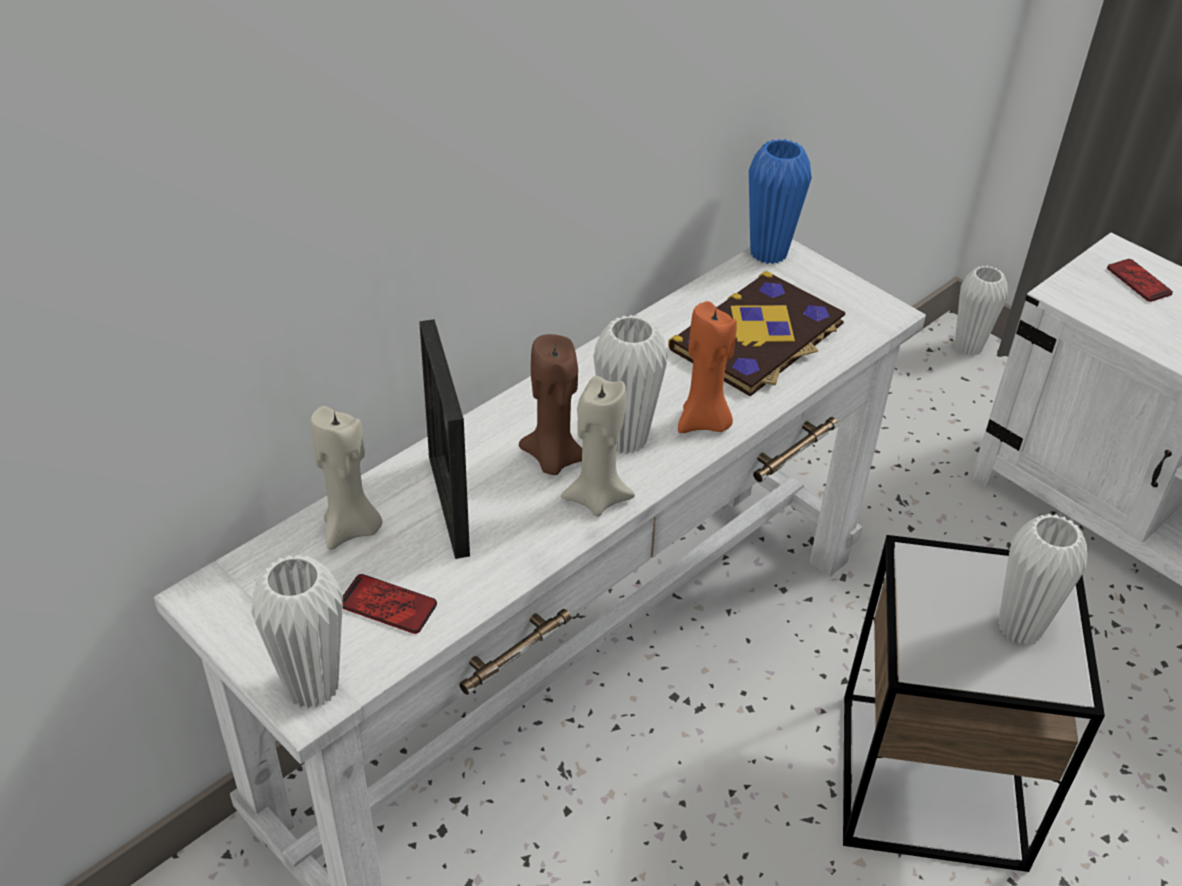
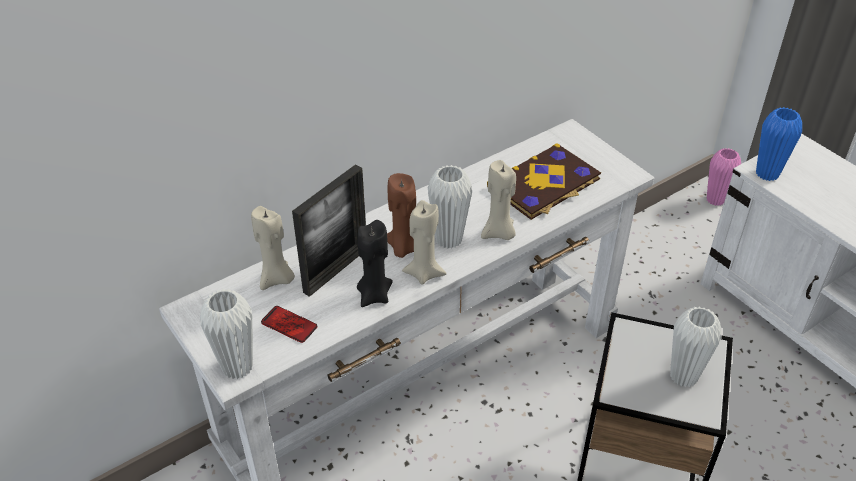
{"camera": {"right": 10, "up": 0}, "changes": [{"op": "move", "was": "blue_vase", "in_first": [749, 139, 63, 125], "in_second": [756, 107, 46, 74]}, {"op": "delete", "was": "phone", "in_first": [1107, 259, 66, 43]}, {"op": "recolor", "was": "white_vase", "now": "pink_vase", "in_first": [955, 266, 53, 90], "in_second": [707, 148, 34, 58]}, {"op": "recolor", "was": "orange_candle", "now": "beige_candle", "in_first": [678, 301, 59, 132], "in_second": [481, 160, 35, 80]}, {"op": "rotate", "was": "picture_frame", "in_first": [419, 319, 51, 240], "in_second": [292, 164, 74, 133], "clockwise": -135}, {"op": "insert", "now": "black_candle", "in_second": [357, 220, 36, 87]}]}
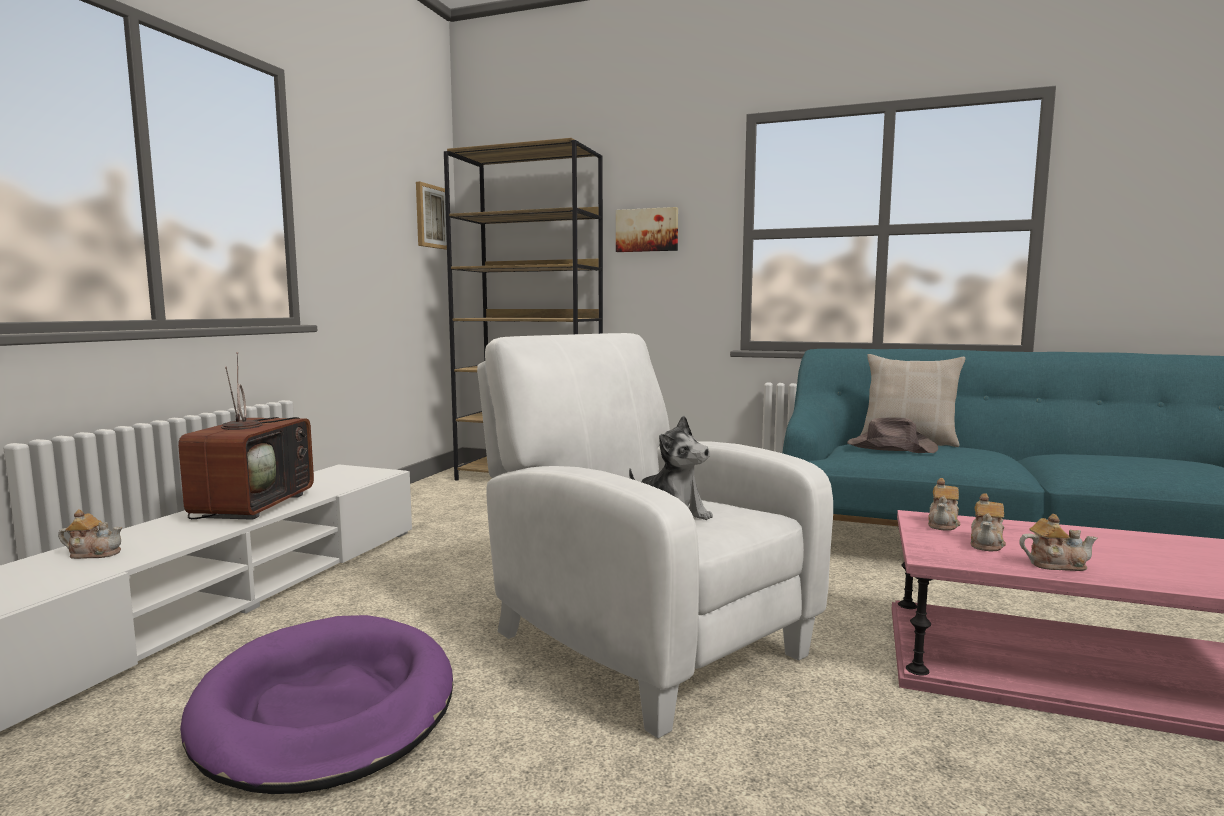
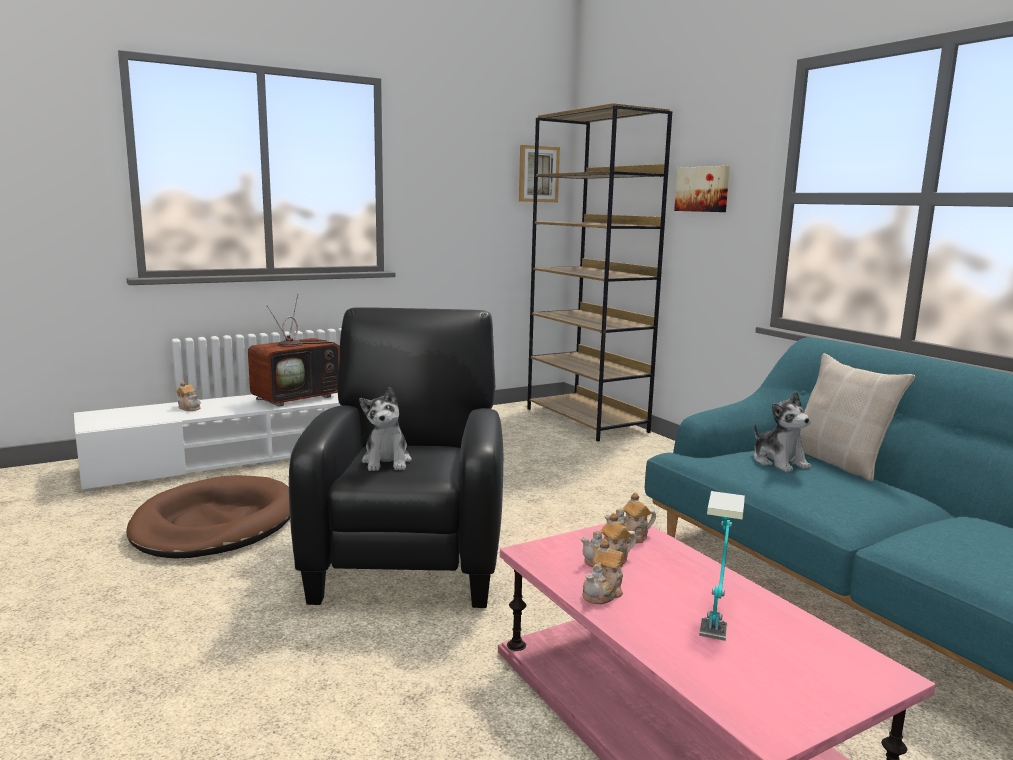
{"camera": {"right": 40, "up": 5}, "changes": [{"op": "recolor", "was": "white_armchair", "now": "black_armchair", "in_first": [477, 333, 356, 405], "in_second": [289, 307, 214, 301]}, {"op": "replace", "was": "brown_hat", "now": "plush_toy", "in_first": [847, 417, 91, 36], "in_second": [754, 391, 57, 81]}, {"op": "rotate", "was": "teapot", "in_first": [1019, 514, 78, 57], "in_second": [582, 540, 43, 64], "clockwise": 75}, {"op": "recolor", "was": "purple_dog_bed", "now": "brown_dog_bed", "in_first": [180, 615, 273, 179], "in_second": [126, 475, 164, 83]}, {"op": "insert", "now": "table_lamp", "in_second": [699, 491, 46, 150]}]}
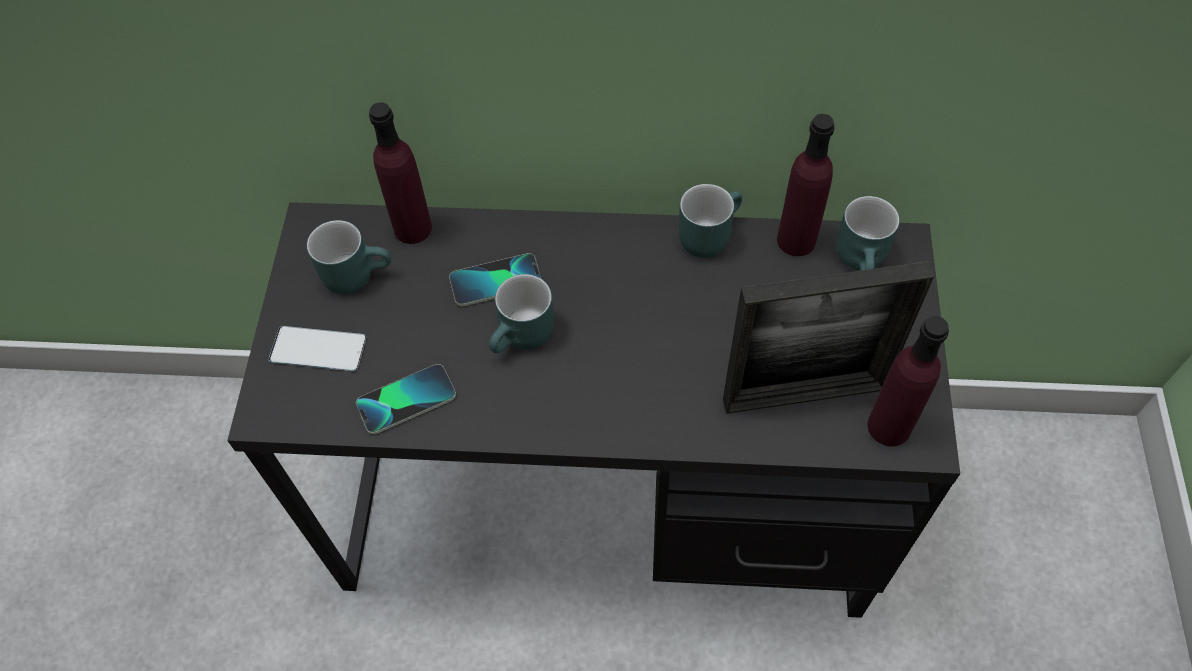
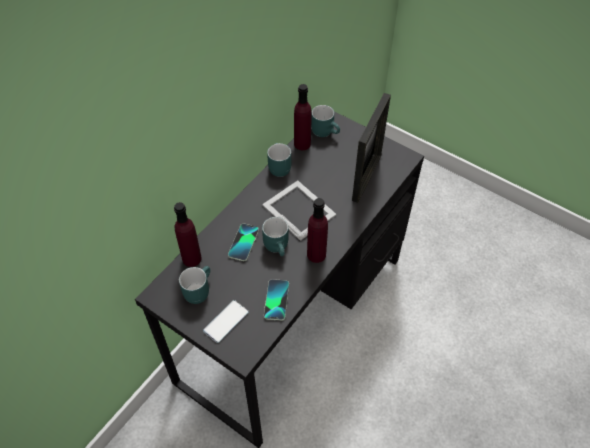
{"camera": {"right": -60, "up": -5}, "changes": [{"op": "move", "was": "purple_bottle", "in_first": [867, 316, 82, 130], "in_second": [307, 198, 21, 65]}, {"op": "insert", "now": "picture_frame", "in_second": [262, 181, 74, 60]}]}
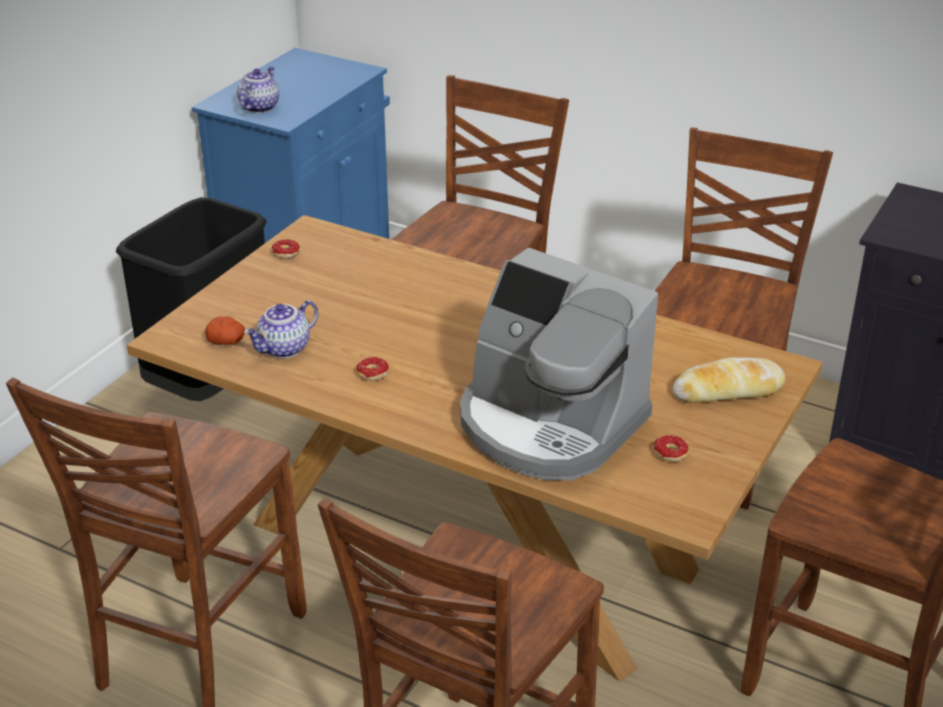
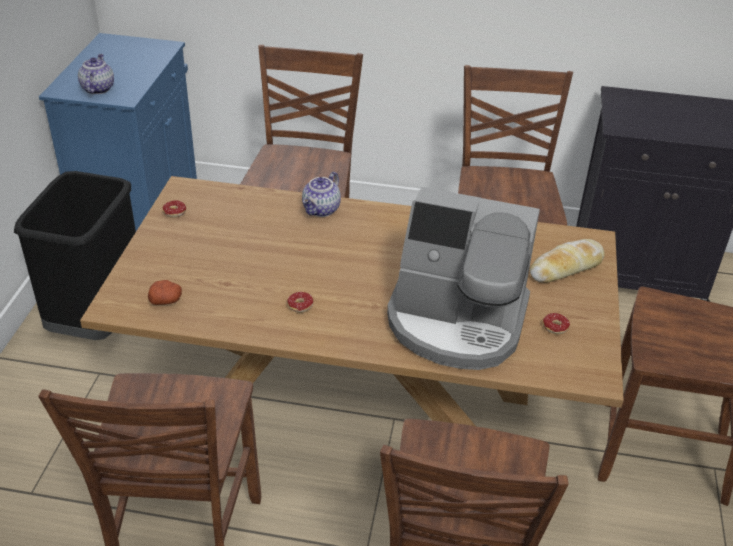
{"camera": {"right": -20, "up": 5}, "changes": [{"op": "move", "was": "teapot", "in_first": [244, 300, 75, 58], "in_second": [302, 172, 39, 45]}]}
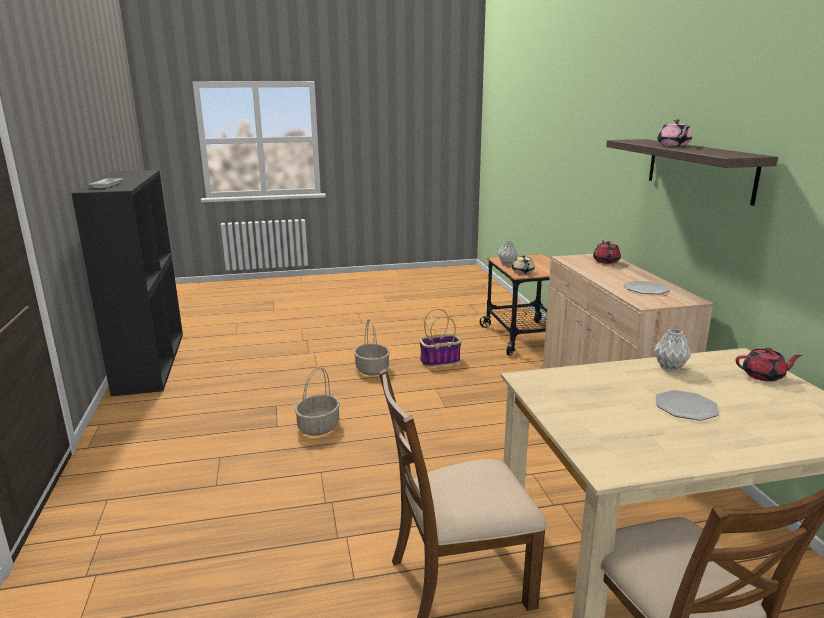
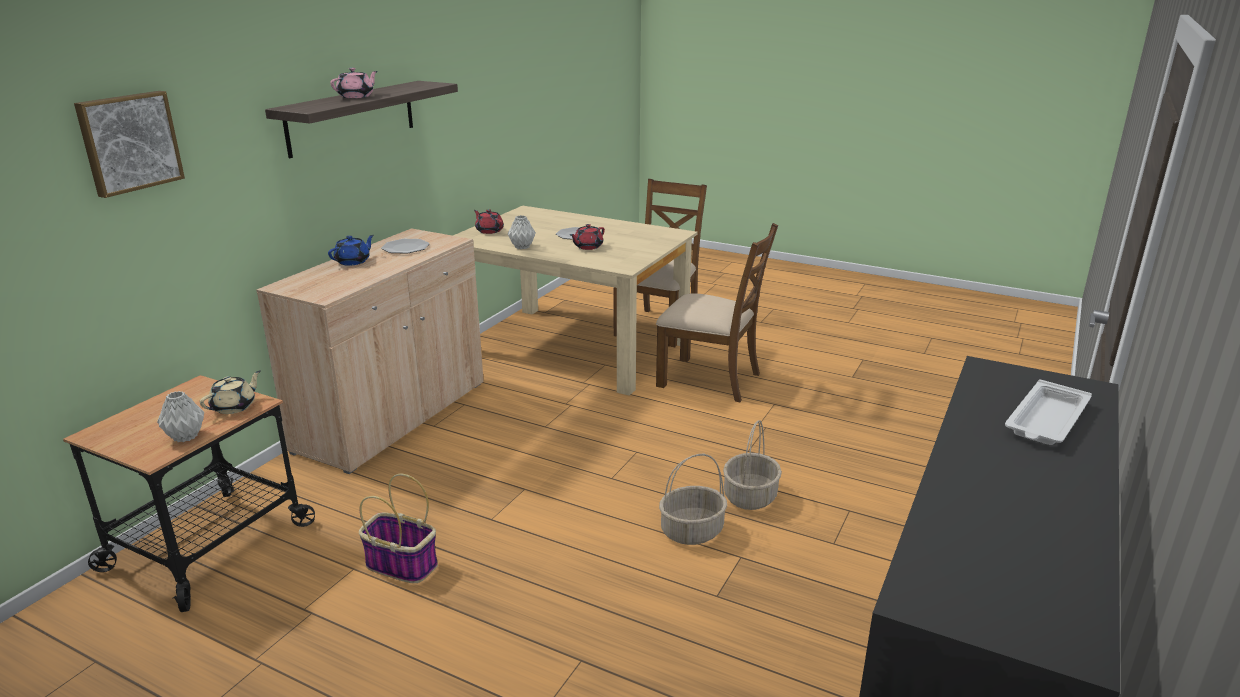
{"camera": {"right": -140, "up": 5}, "changes": [{"op": "move", "was": "red_teapot", "in_first": [593, 240, 28, 24], "in_second": [570, 224, 35, 26]}, {"op": "move", "was": "basket", "in_first": [354, 319, 36, 57], "in_second": [723, 420, 59, 90]}, {"op": "insert", "now": "picture", "in_second": [74, 91, 111, 107]}, {"op": "insert", "now": "blue_teapot", "in_second": [328, 235, 46, 31]}]}
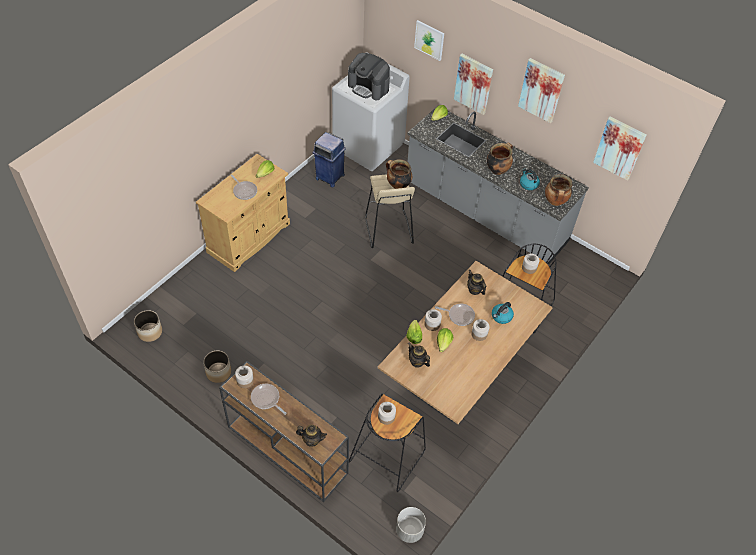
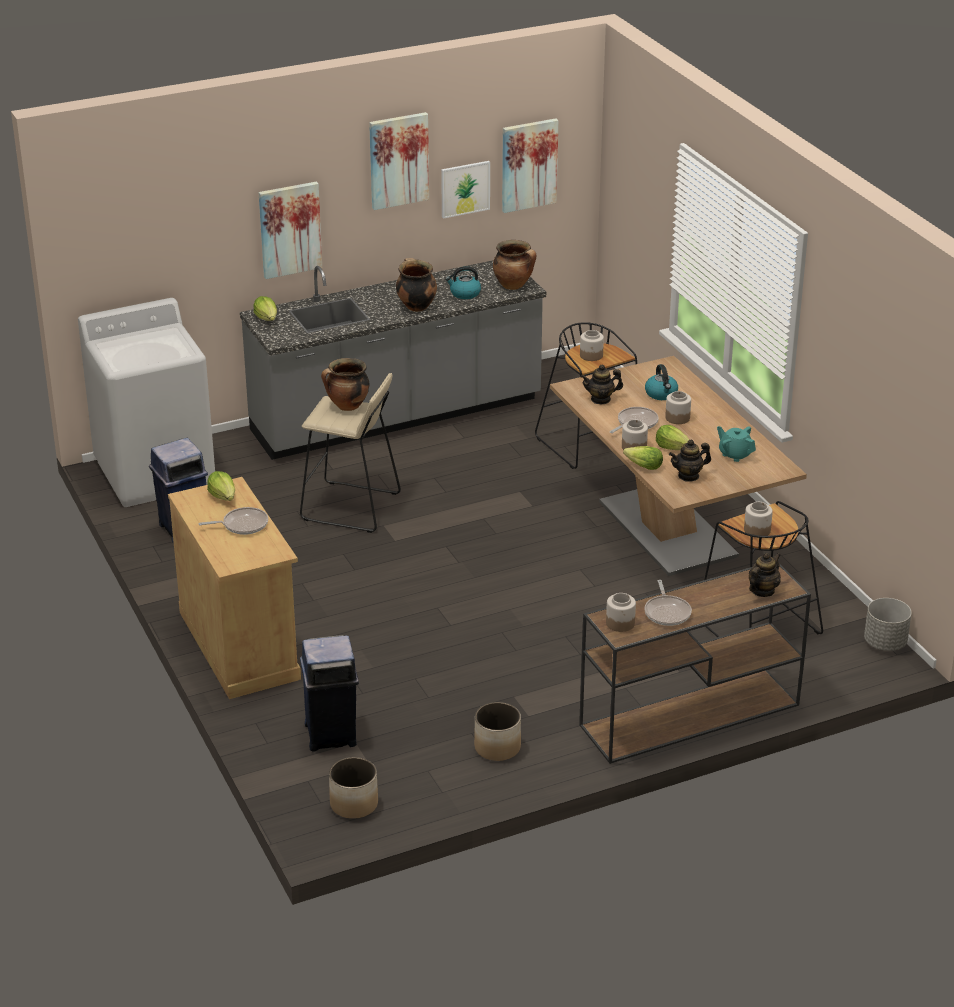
{"camera": {"right": -60, "up": -20}, "changes": [{"op": "move", "was": "picture", "in_first": [414, 20, 30, 41], "in_second": [441, 161, 49, 58]}, {"op": "delete", "was": "coffee_machine", "in_first": [348, 53, 42, 47]}, {"op": "rotate", "was": "frying_pan", "in_first": [251, 383, 36, 32], "in_second": [644, 580, 48, 46], "clockwise": -75}, {"op": "insert", "now": "turquoise_teapot", "in_second": [717, 426, 39, 36]}, {"op": "insert", "now": "blue_trash_can", "in_second": [300, 635, 59, 116]}]}
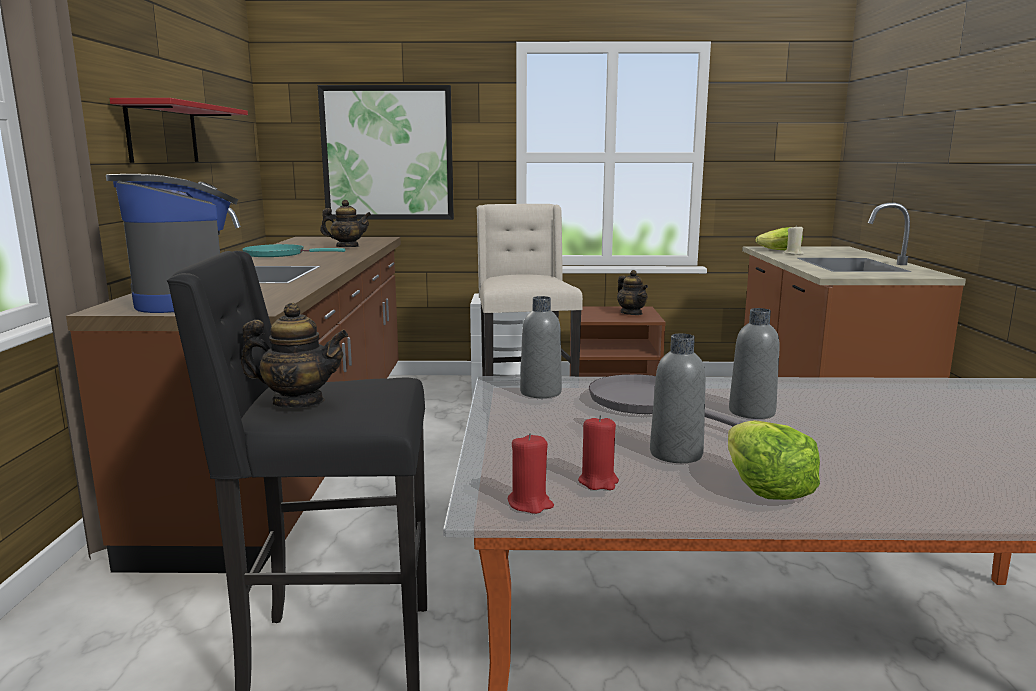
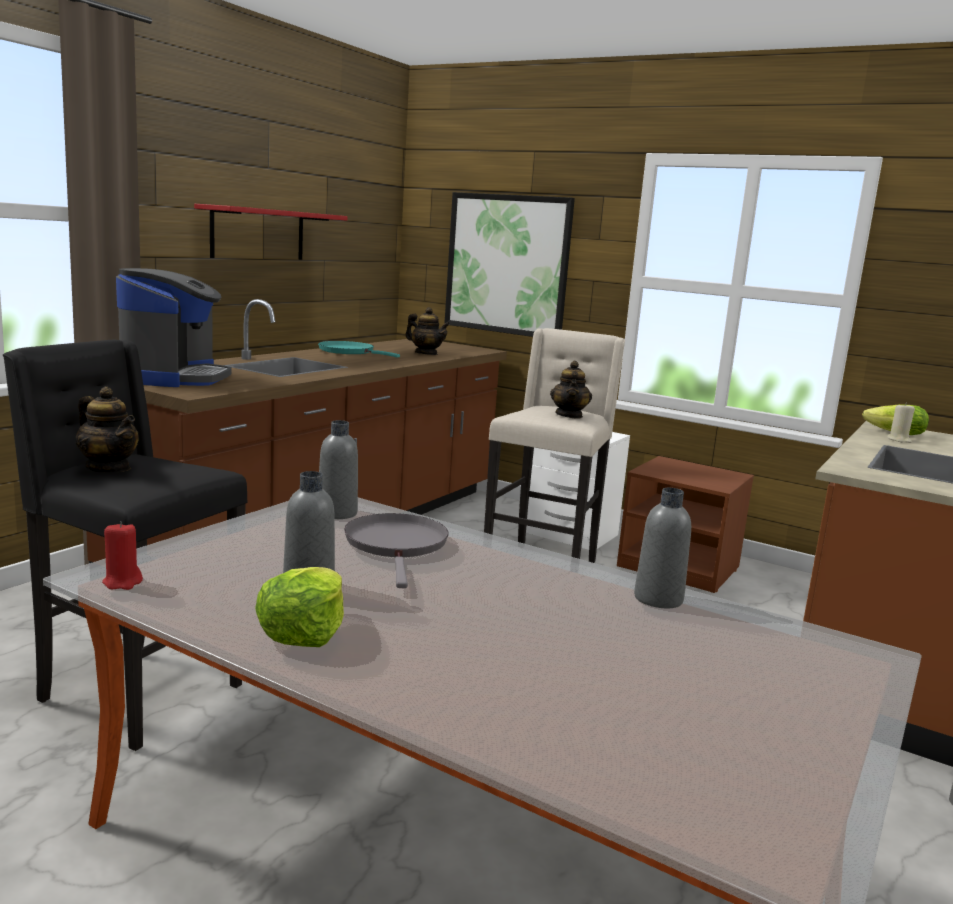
{"camera": {"right": 30, "up": 0}, "changes": [{"op": "move", "was": "teapot", "in_first": [617, 270, 31, 45], "in_second": [550, 361, 42, 57]}, {"op": "move", "was": "grey_bottle", "in_first": [729, 308, 51, 111], "in_second": [634, 488, 57, 120]}, {"op": "delete", "was": "red_candle", "in_first": [578, 415, 41, 75]}]}
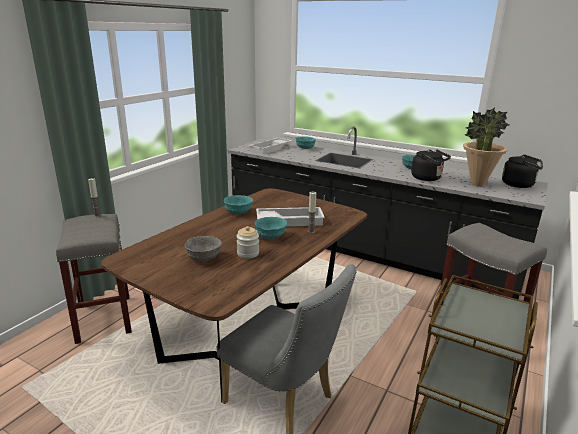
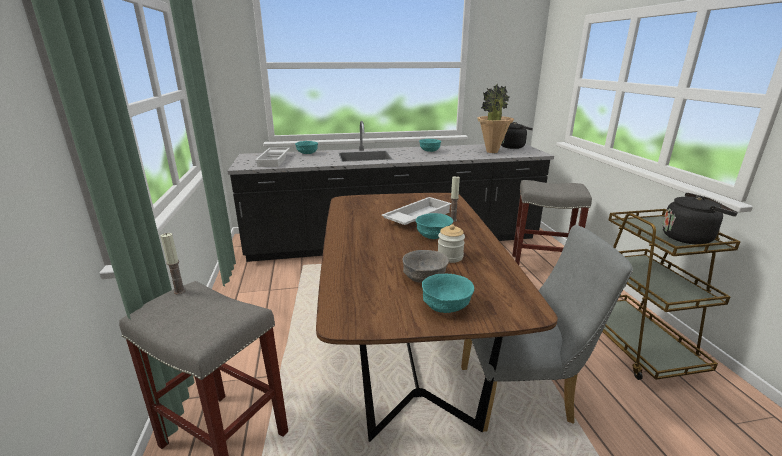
{"camera": {"right": -40, "up": 0}, "changes": [{"op": "move", "was": "black_kettle", "in_first": [411, 149, 40, 32], "in_second": [662, 193, 76, 52]}, {"op": "move", "was": "turquoise_bowl", "in_first": [224, 195, 29, 19], "in_second": [422, 274, 52, 39]}]}
